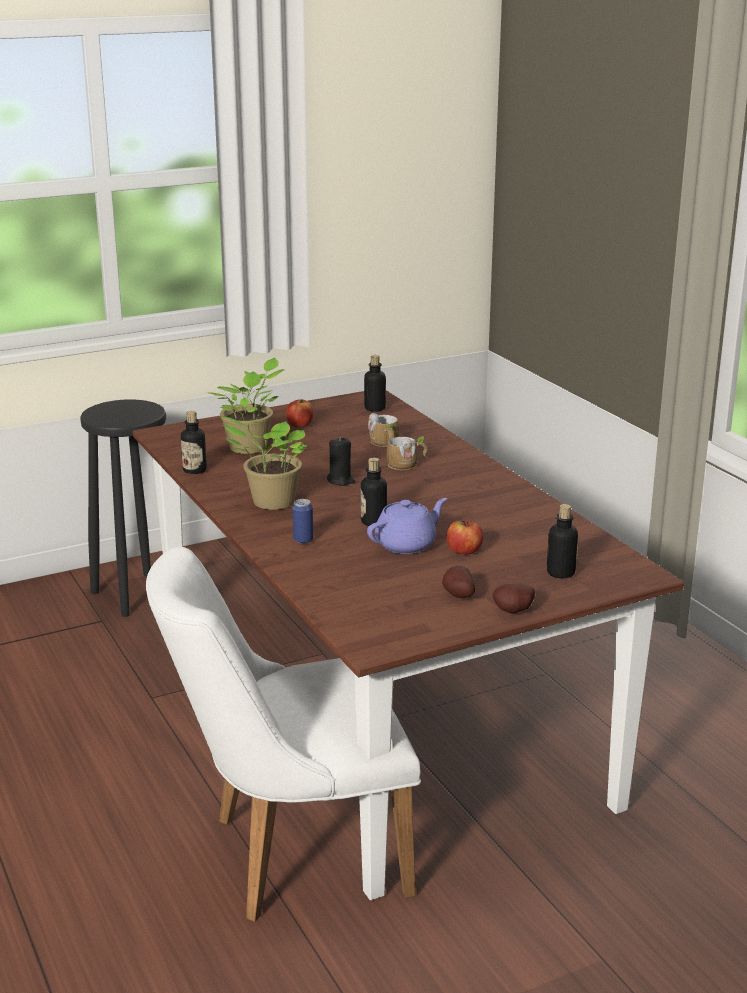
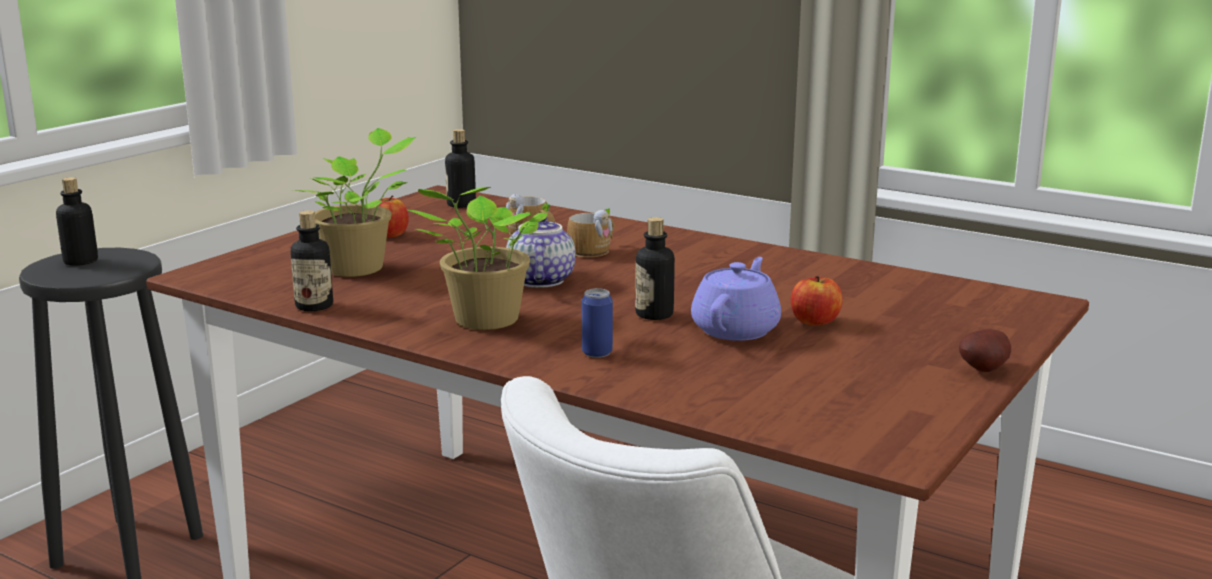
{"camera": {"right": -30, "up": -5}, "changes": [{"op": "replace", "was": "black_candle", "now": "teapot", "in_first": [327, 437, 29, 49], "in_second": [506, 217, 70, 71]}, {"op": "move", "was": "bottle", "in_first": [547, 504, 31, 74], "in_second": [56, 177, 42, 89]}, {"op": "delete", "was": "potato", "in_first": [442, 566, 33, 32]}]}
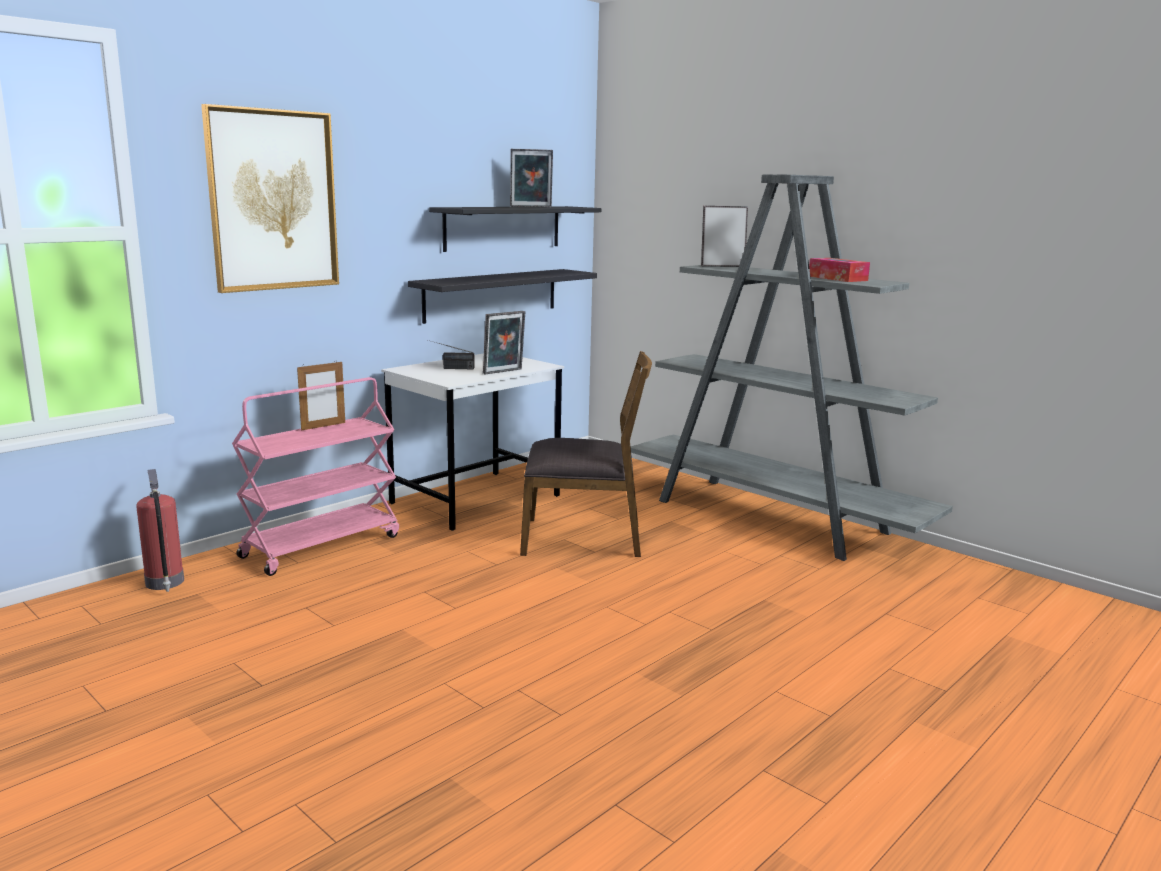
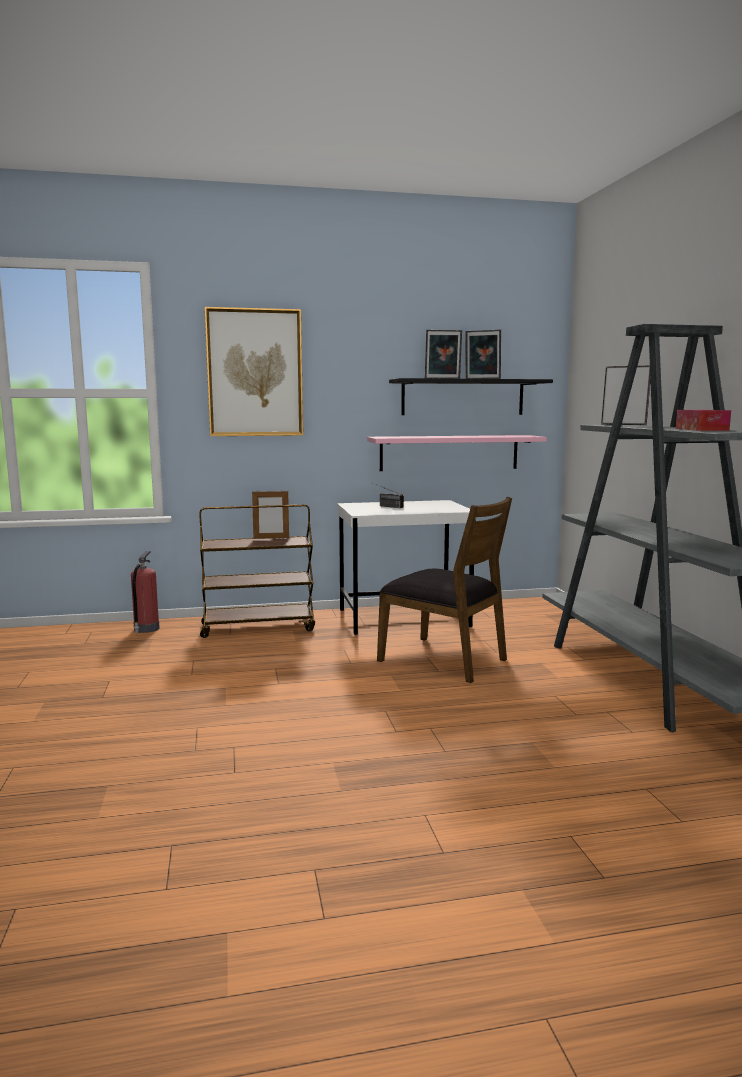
{"camera": {"right": 35, "up": -5}, "changes": [{"op": "recolor", "was": "black_shelf", "now": "pink_shelf", "in_first": [408, 269, 189, 55], "in_second": [367, 435, 180, 36]}, {"op": "move", "was": "picture_frame", "in_first": [483, 311, 42, 63], "in_second": [425, 330, 37, 49]}, {"op": "recolor", "was": "pink_cart", "now": "brown_cart", "in_first": [232, 377, 167, 199], "in_second": [199, 504, 116, 134]}]}
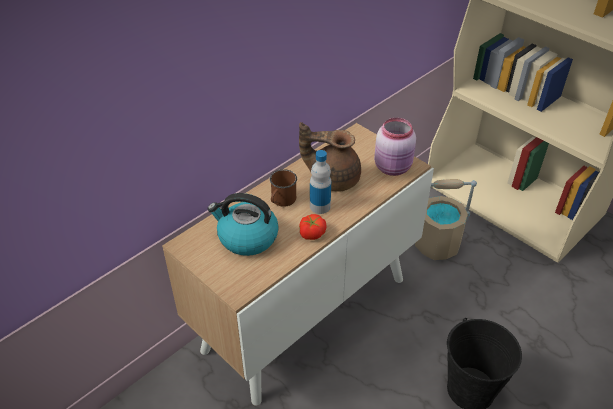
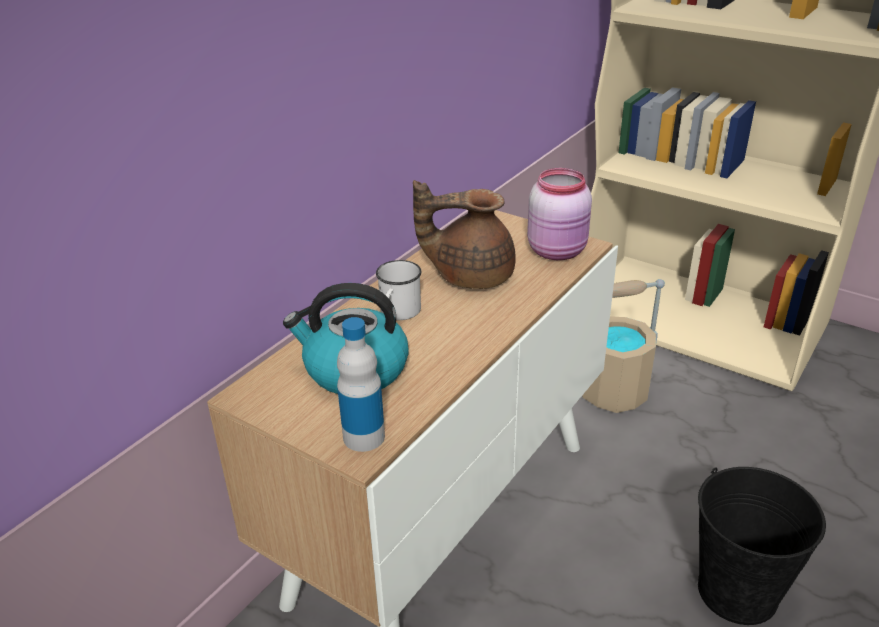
{"camera": {"right": -10, "up": -10}, "changes": [{"op": "move", "was": "bottle", "in_first": [310, 150, 21, 64], "in_second": [337, 317, 48, 135]}, {"op": "recolor", "was": "brown_mug", "now": "white_mug", "in_first": [270, 169, 27, 38], "in_second": [376, 260, 45, 60]}, {"op": "delete", "was": "tomato", "in_first": [299, 214, 28, 26]}]}
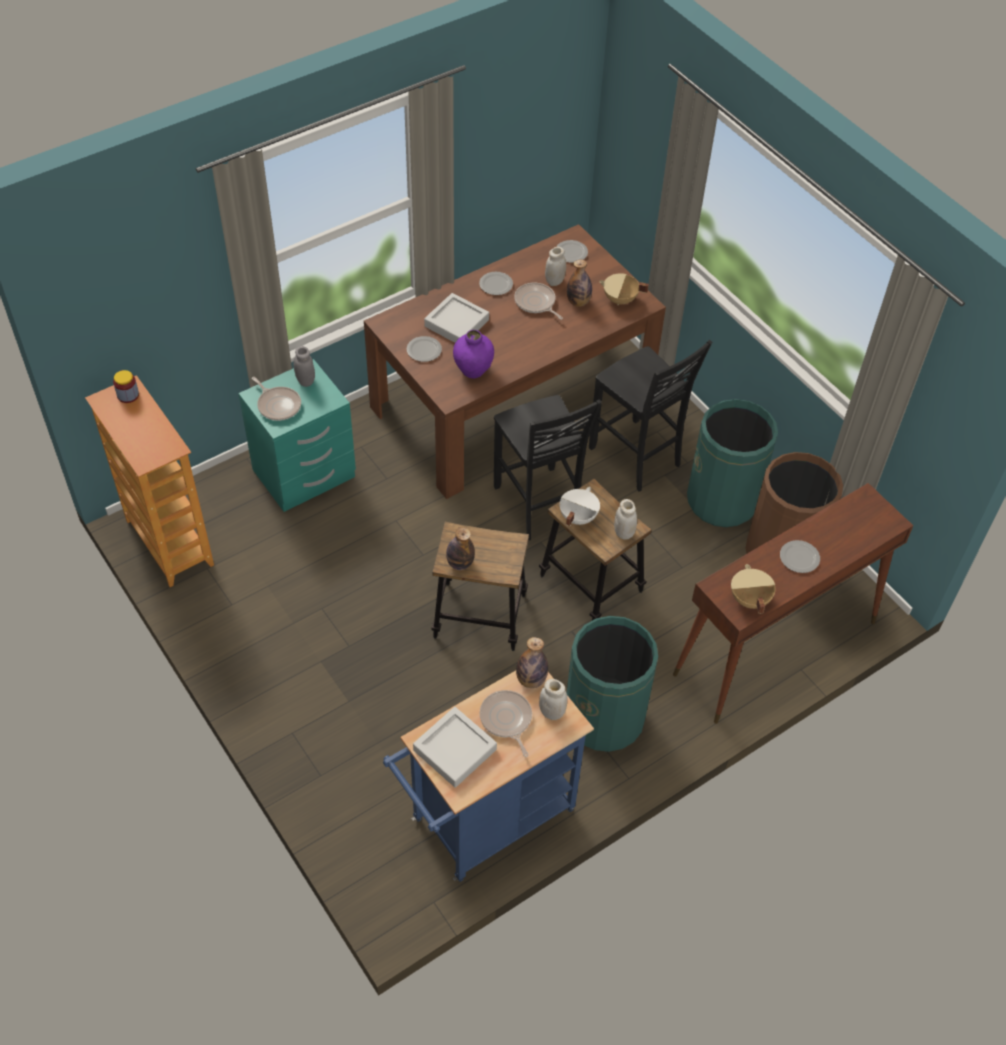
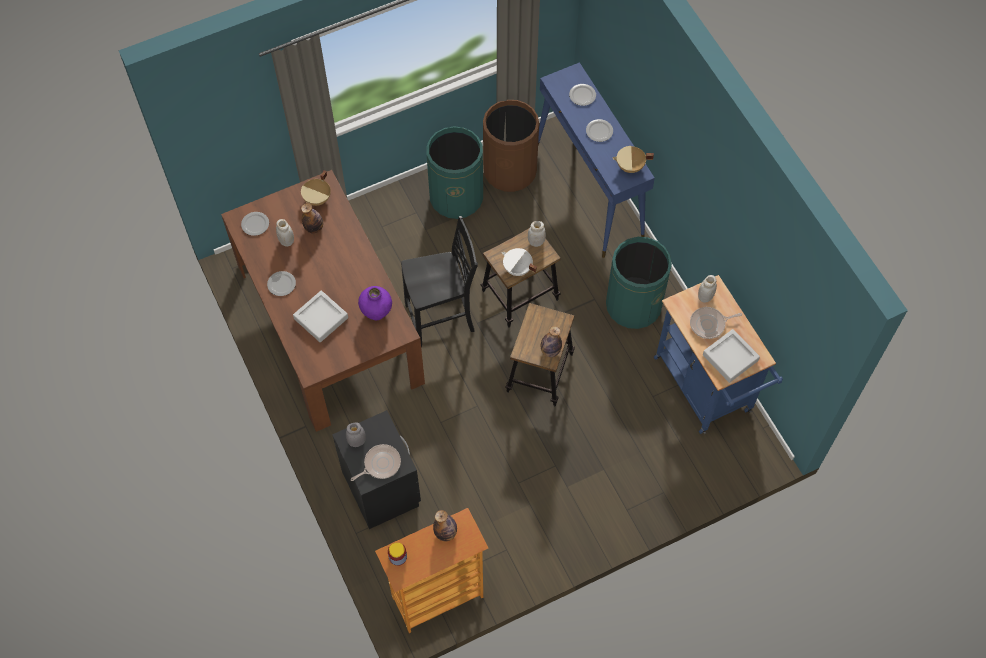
{"camera": {"right": -80, "up": 10}, "changes": [{"op": "delete", "was": "frying_pan", "in_first": [514, 283, 49, 37]}, {"op": "move", "was": "plate", "in_first": [407, 336, 35, 26], "in_second": [569, 84, 27, 22]}, {"op": "delete", "was": "black_chair", "in_first": [589, 340, 123, 152]}, {"op": "recolor", "was": "turquoise_nightstand", "now": "black_nightstand", "in_first": [239, 359, 117, 153], "in_second": [332, 410, 89, 119]}, {"op": "recolor", "was": "brown_console_table", "now": "blue_console_table", "in_first": [673, 483, 240, 241], "in_second": [538, 62, 117, 196]}, {"op": "move", "was": "bottle", "in_first": [516, 637, 32, 51], "in_second": [433, 510, 24, 31]}]}
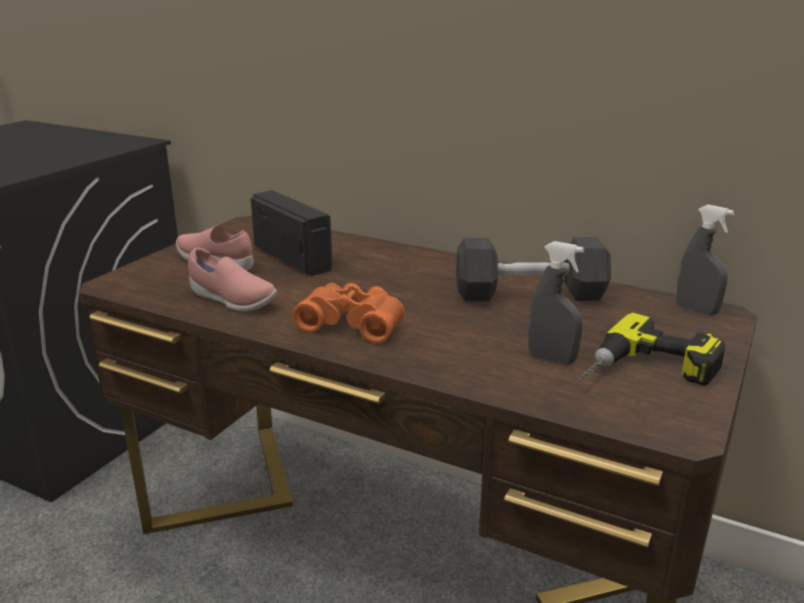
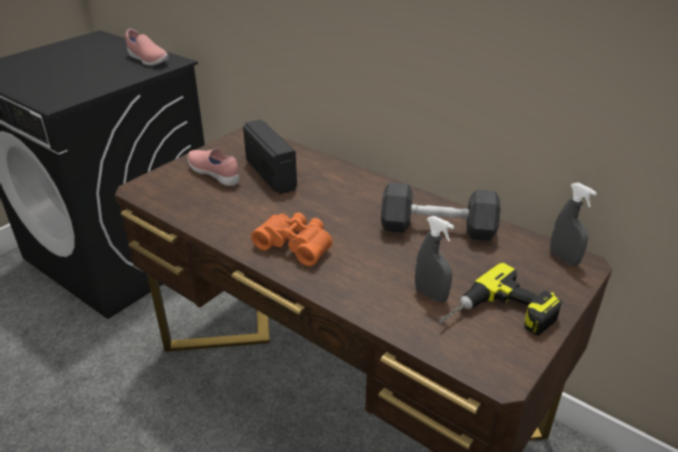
{"camera": {"right": 10, "up": 10}, "changes": [{"op": "move", "was": "pink_shoe", "in_first": [188, 248, 89, 63], "in_second": [125, 29, 44, 37]}]}
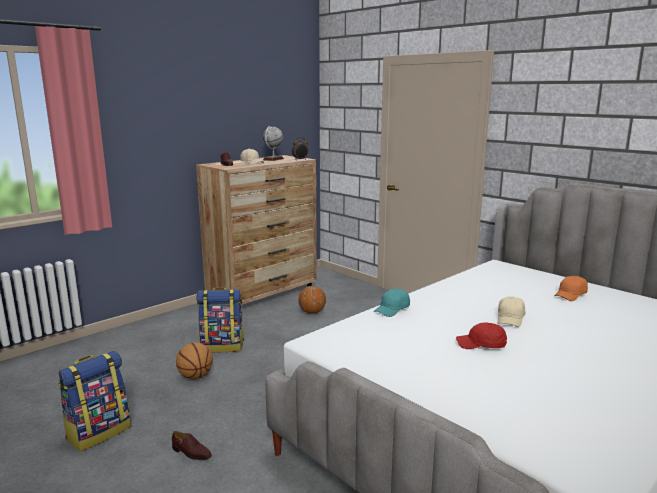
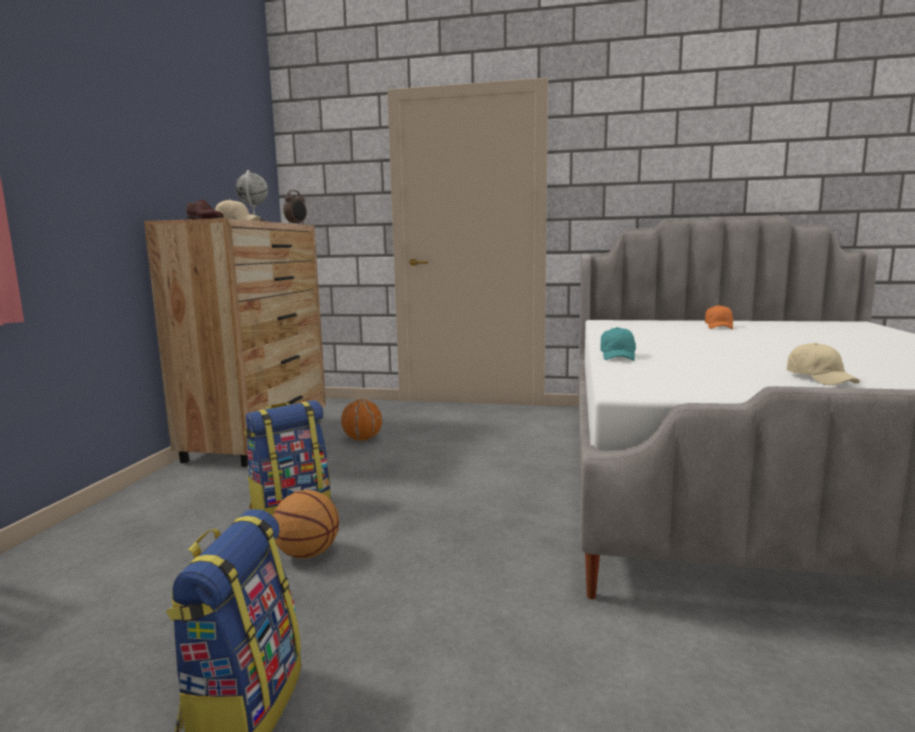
{"camera": {"right": -35, "up": -5}, "changes": [{"op": "move", "was": "beige_cap", "in_first": [497, 296, 28, 31], "in_second": [786, 343, 74, 42]}, {"op": "delete", "was": "red_cap", "in_first": [456, 322, 51, 27]}, {"op": "delete", "was": "brown_shoe", "in_first": [172, 431, 40, 29]}]}
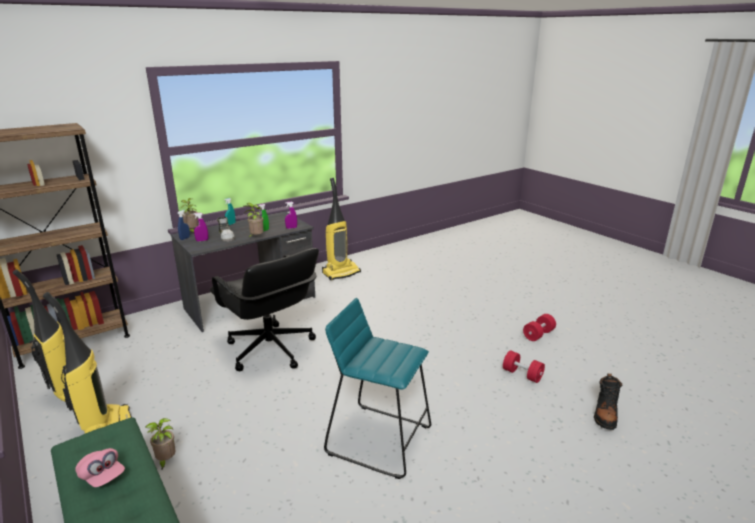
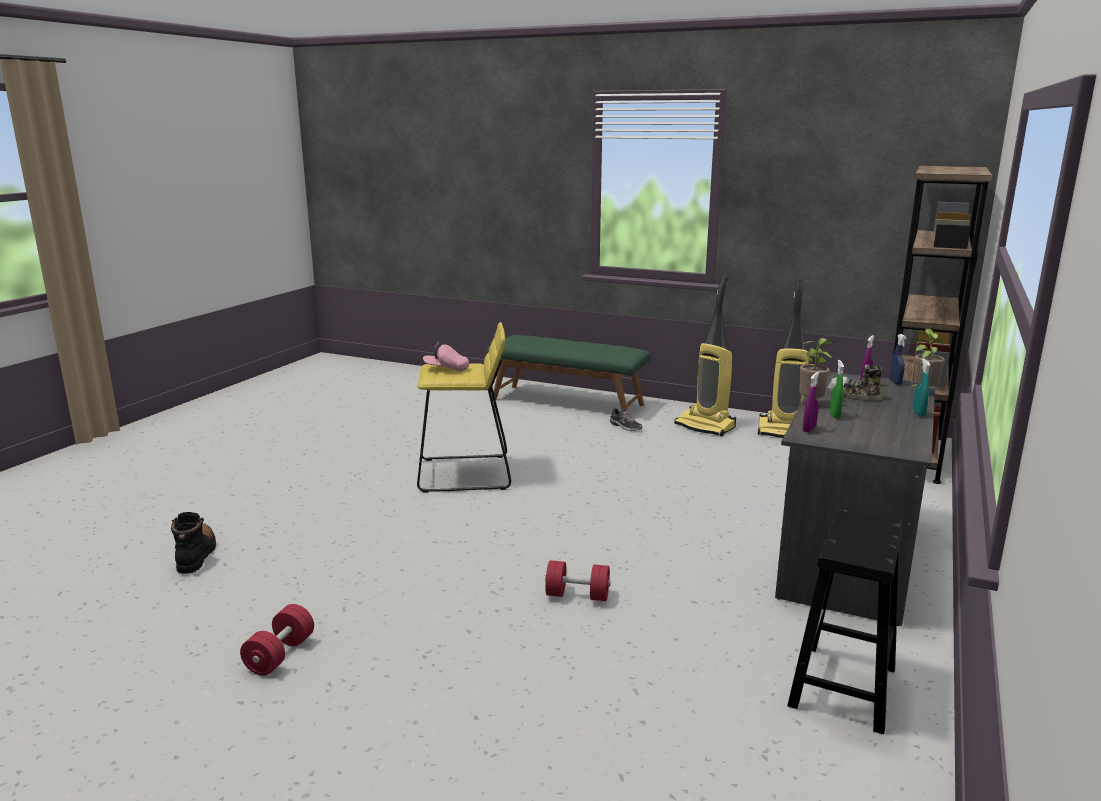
{"camera": {"right": 150, "up": -5}, "changes": [{"op": "replace", "was": "vacuum_cleaner", "now": "black_stool", "in_first": [322, 178, 39, 102], "in_second": [787, 509, 117, 225]}, {"op": "delete", "was": "black_office_chair", "in_first": [210, 248, 109, 123]}, {"op": "recolor", "was": "turquoise_stool", "now": "yellow_stool", "in_first": [324, 298, 107, 181], "in_second": [417, 322, 94, 171]}, {"op": "move", "was": "red_dumbbell", "in_first": [503, 351, 42, 32], "in_second": [545, 560, 66, 41]}, {"op": "replace", "was": "potted_plant", "now": "shoe", "in_first": [145, 418, 30, 53], "in_second": [610, 406, 33, 25]}, {"op": "move", "was": "pink_cap", "in_first": [75, 448, 50, 39], "in_second": [423, 342, 46, 29]}]}
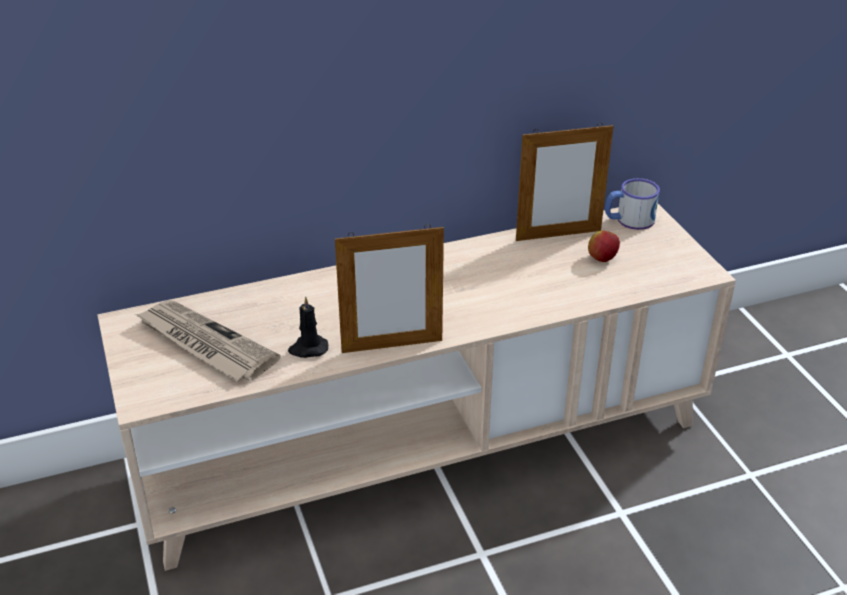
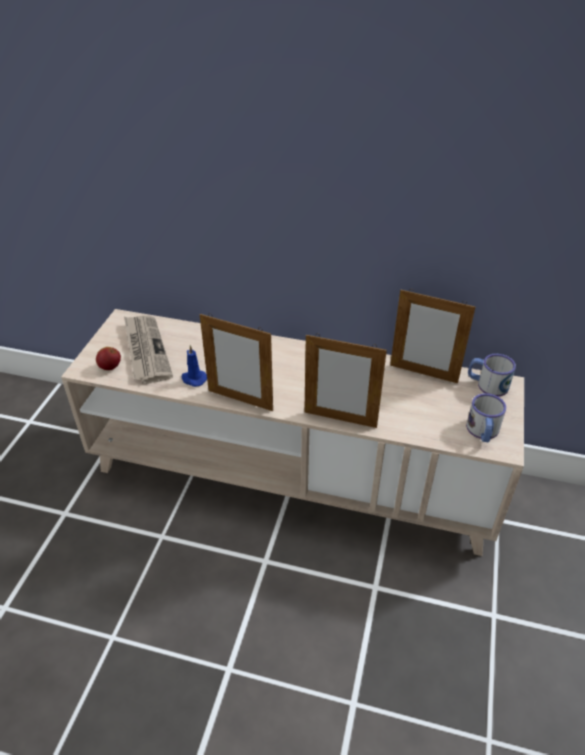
{"camera": {"right": 35, "up": 5}, "changes": [{"op": "move", "was": "apple", "in_first": [588, 231, 32, 31], "in_second": [96, 347, 25, 23]}, {"op": "recolor", "was": "black_candle", "now": "blue_candle", "in_first": [288, 296, 40, 62], "in_second": [182, 345, 25, 42]}, {"op": "insert", "now": "picture_frame", "in_second": [304, 334, 83, 94]}, {"op": "insert", "now": "mug", "in_second": [466, 393, 40, 49]}]}
